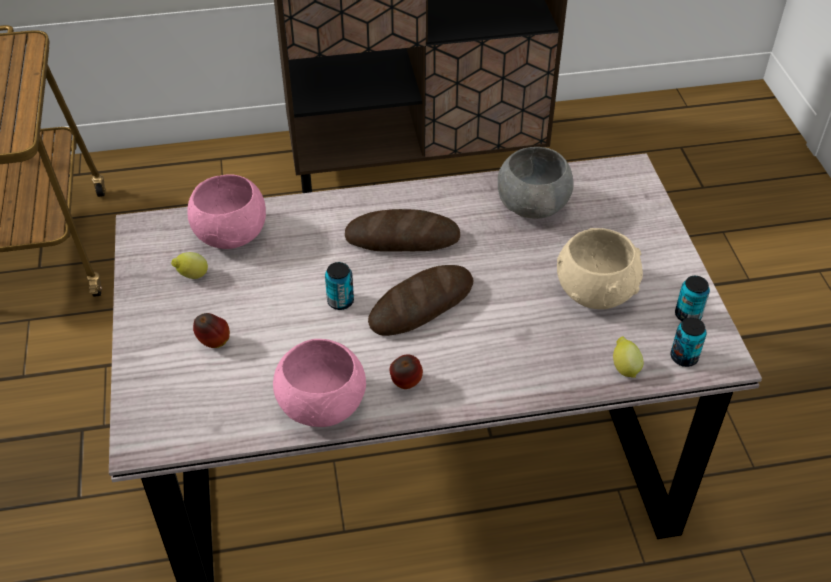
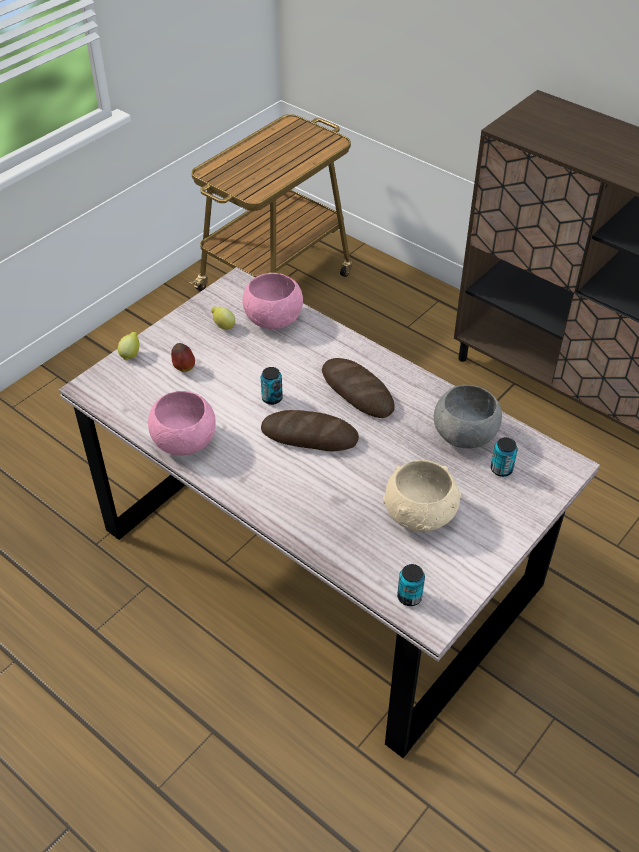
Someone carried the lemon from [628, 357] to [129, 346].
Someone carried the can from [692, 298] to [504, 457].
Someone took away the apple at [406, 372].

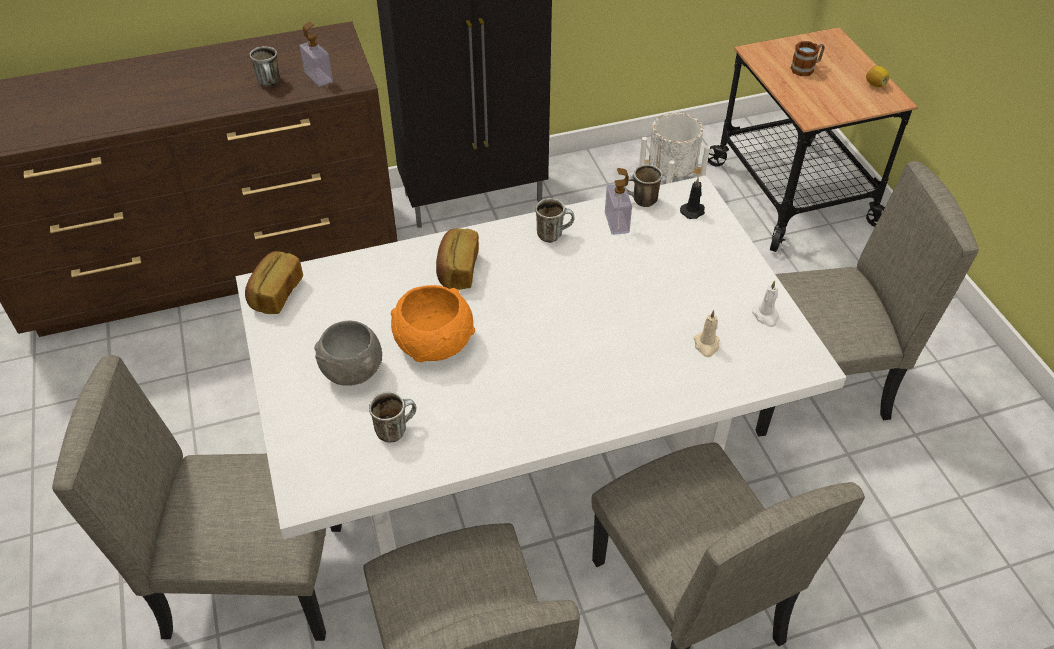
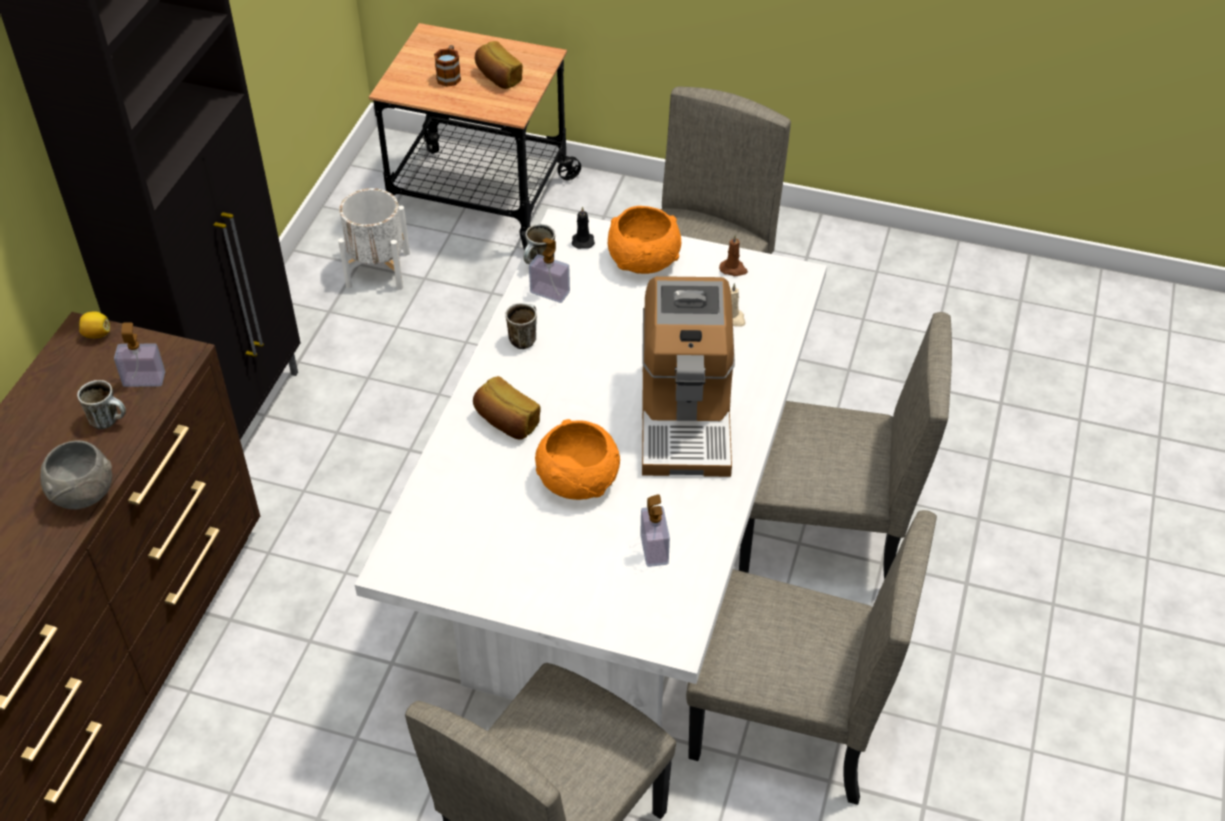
Someone carried the grey bowl from [348, 353] to [76, 474].
Someone carried the lemon from [877, 76] to [94, 324].
Someone carried the bread from [274, 282] to [499, 65].
Someone put down the orange bowl at [644, 240].
Someone swapped the mug at [392, 417] for the soap dispenser at [655, 530].
Someone put down the coffee machine at [688, 376].
Someone repainted the white candle at [765, 303], which became the brown candle at [733, 255].

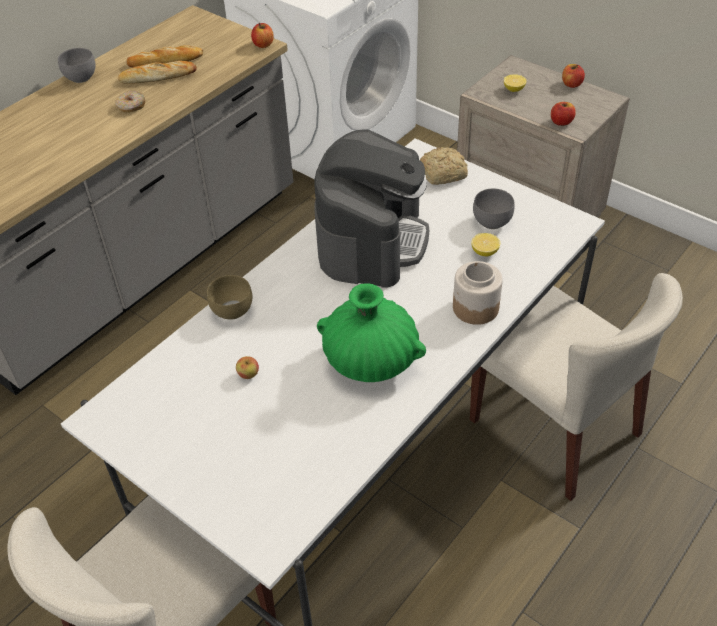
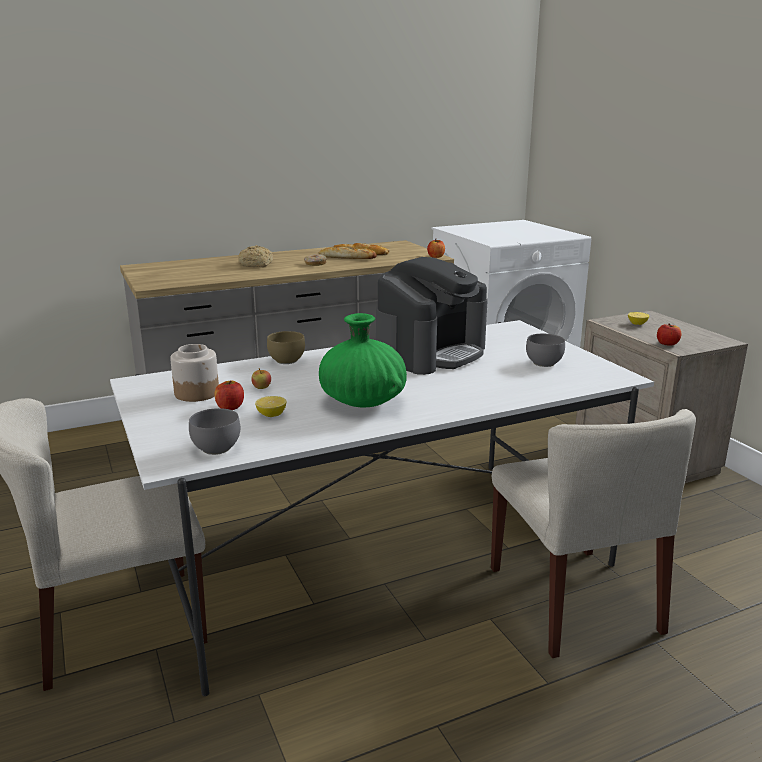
Someone carried the jar from [478, 293] to [194, 373].
Someone carried the grey bowl from [76, 65] to [214, 431].
Someone carried the apple from [573, 76] to [229, 395].
Someone carried the bread from [444, 166] to [255, 256].
Someone carried the lemon from [485, 244] to [270, 406].

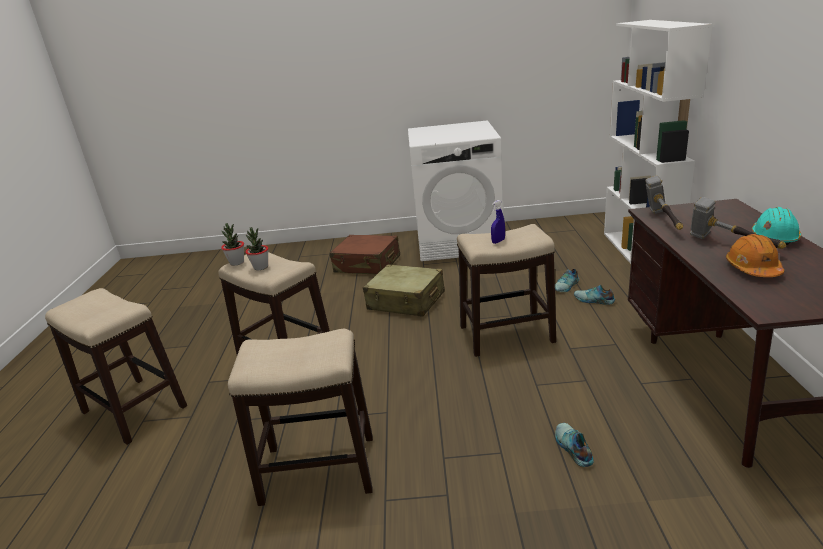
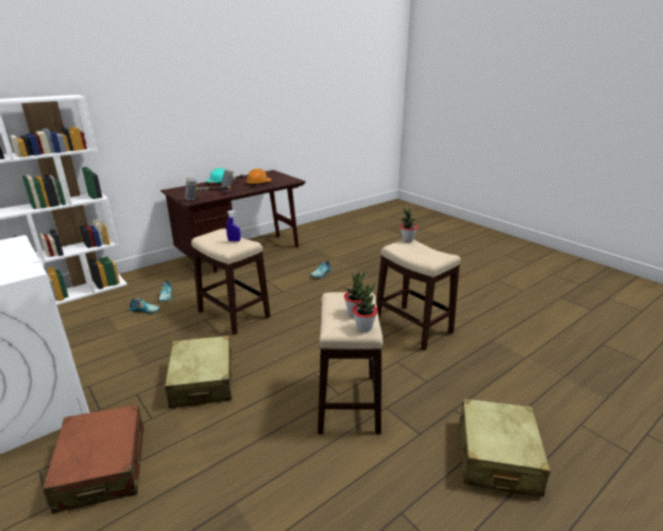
Someone put down the potted plant at [409, 224].
Someone swapped the stool at [116, 366] for the beige suitcase at [505, 447].

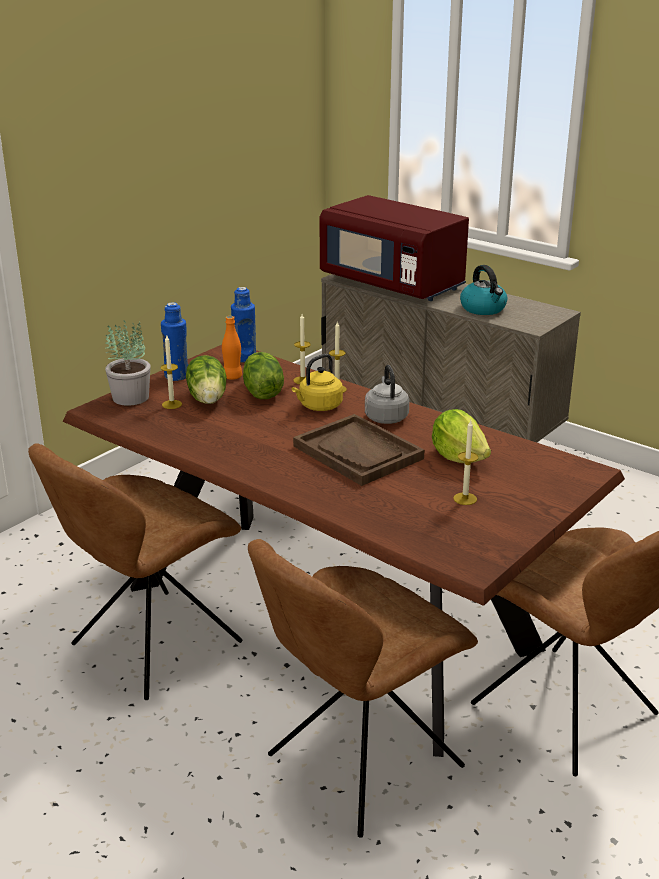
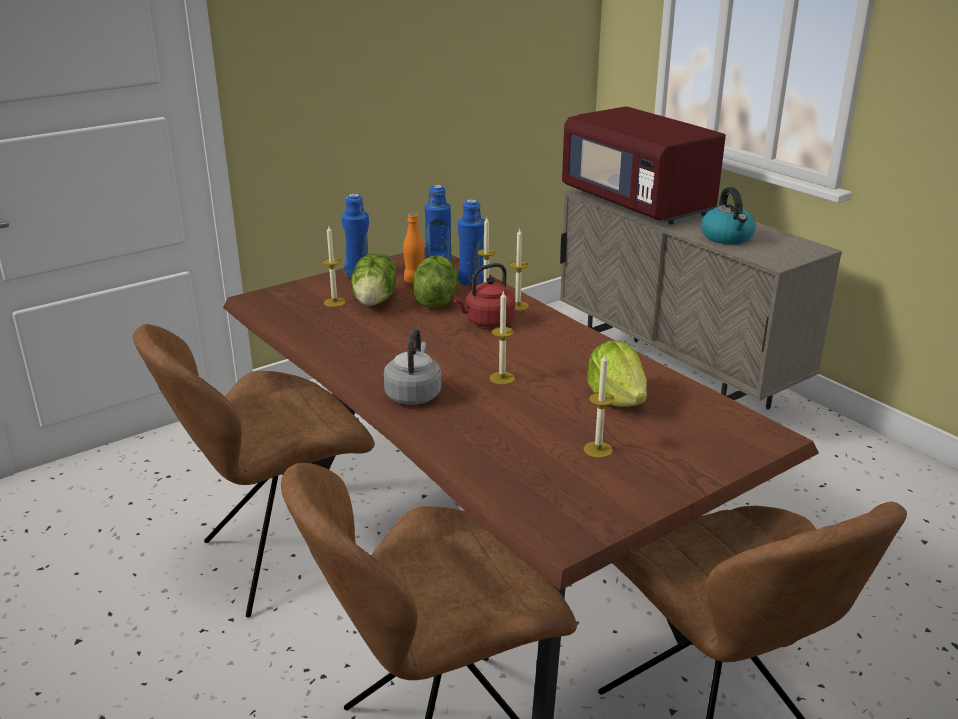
Someone carried the grey kettle from [387, 394] to [412, 367].
Someone repainted the yellow kettle at [317, 382], which became the red kettle at [484, 295].
Someone put down the blue bottle at [471, 242].
Someone swapped the brown tray at [358, 450] for the candle at [502, 337].
Someone took away the potted plant at [128, 363].

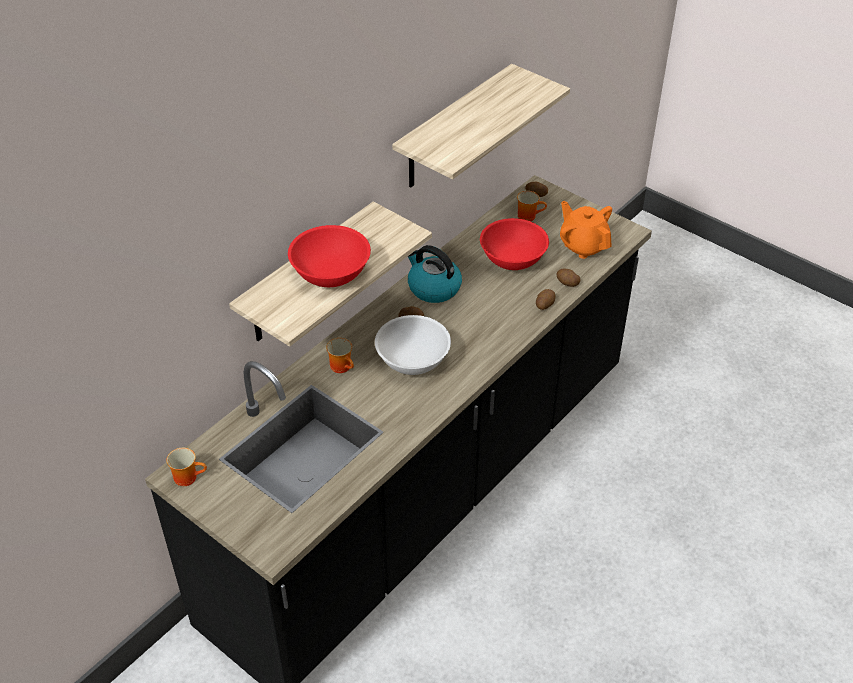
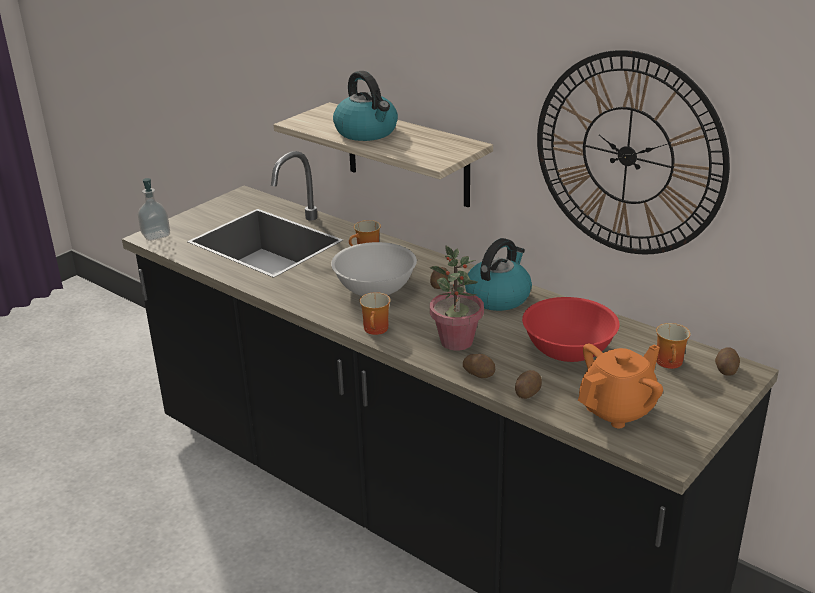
Someone put down the soap dispenser at [154, 209].
Someone swapped the red bowl at [329, 256] for the kettle at [365, 106].
Someone carried the mug from [186, 467] to [375, 313].
Someone put down the potted plant at [457, 298].
Someone swapped the shelf at [481, 125] for the wall clock at [633, 152].

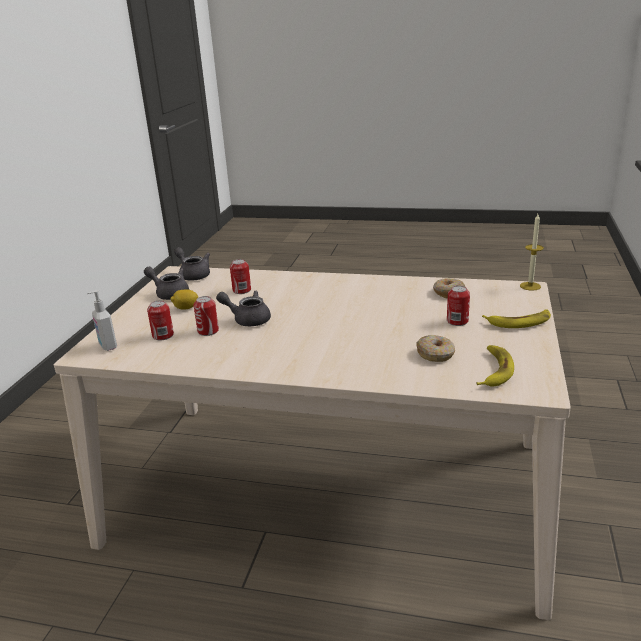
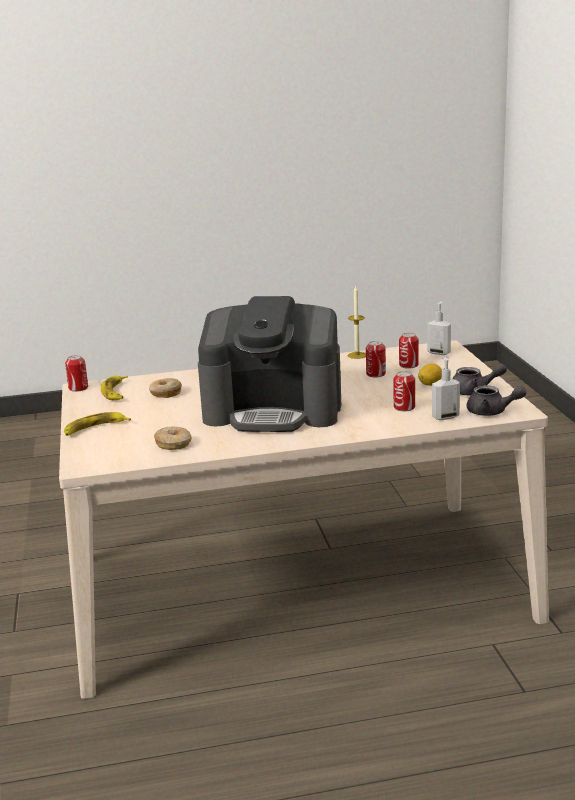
Someone carried the can from [458, 306] to [76, 373].
Someone put down the coffee machine at [269, 364].
Someone carried the candle from [532, 252] to [357, 322].
Someone put down the soap dispenser at [446, 388].
Someone took away the grey teapot at [243, 308].

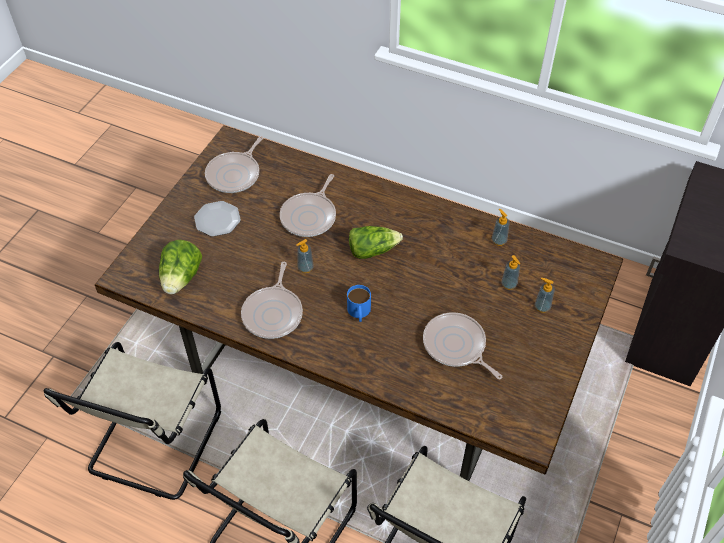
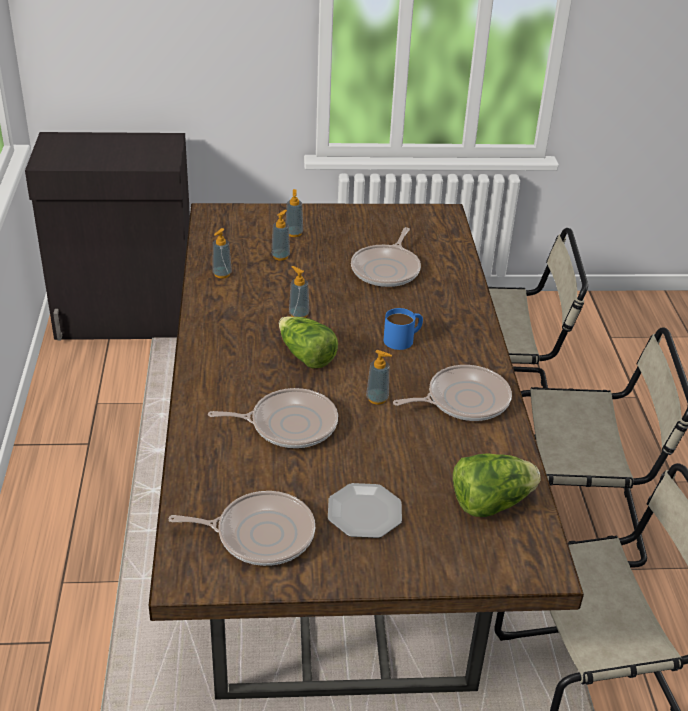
Someone put down the soap dispenser at [299, 292].

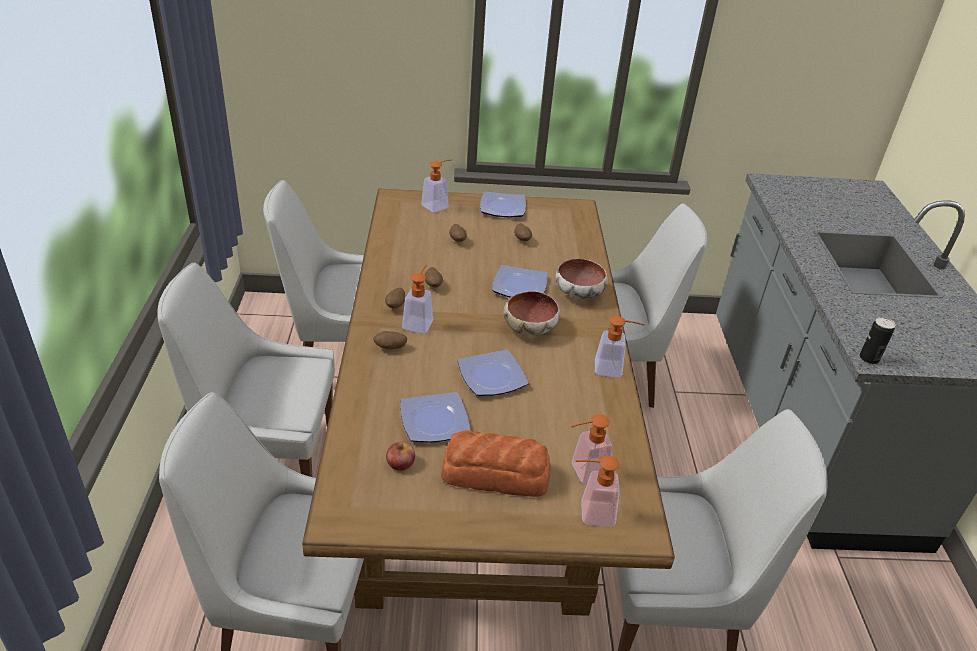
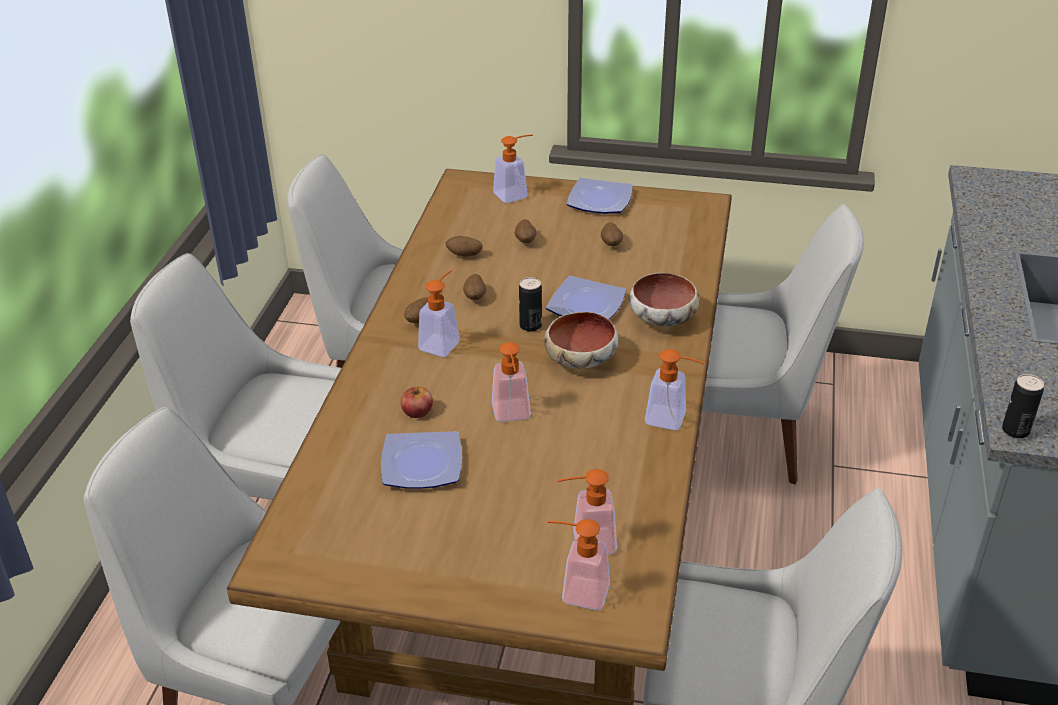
Someone carried the apple from [400, 456] to [417, 402].
Someone carried the potato from [390, 340] to [464, 246].
Someone swapped the plate at [493, 373] for the soap dispenser at [511, 382].
Someone put down the can at [530, 304].
Someone took away the bread at [496, 463].

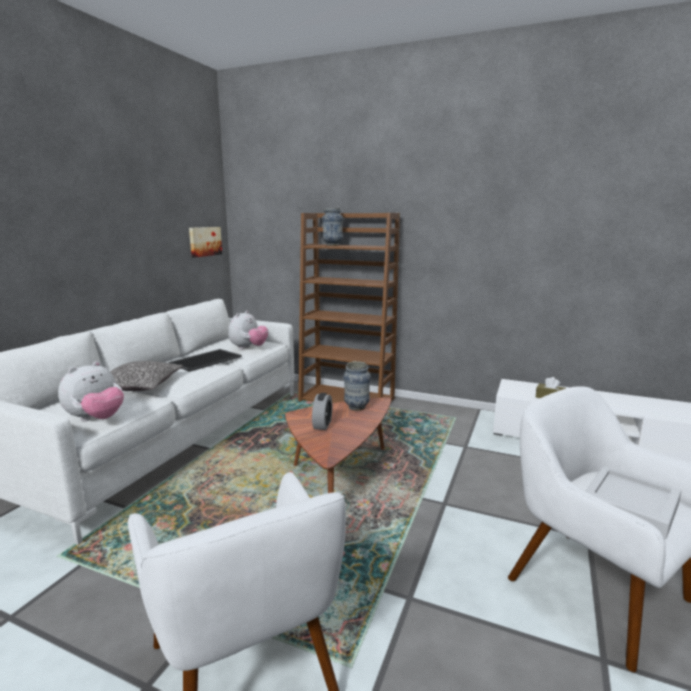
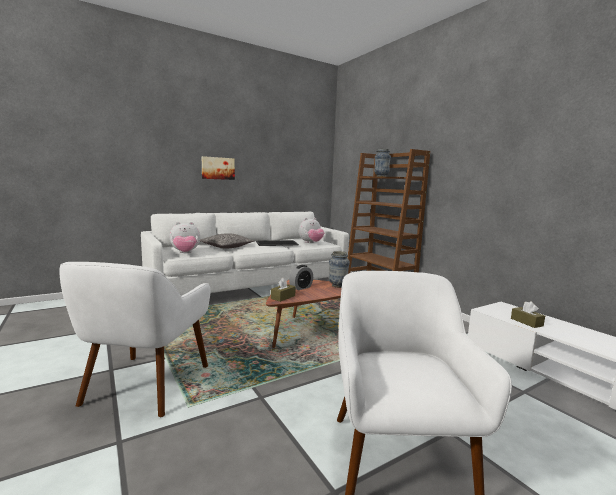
Someone carried the picture from [205, 242] to [218, 168].
Someone put down the brown tissue box at [283, 290].
Someone took away the grey tray at [633, 502].

